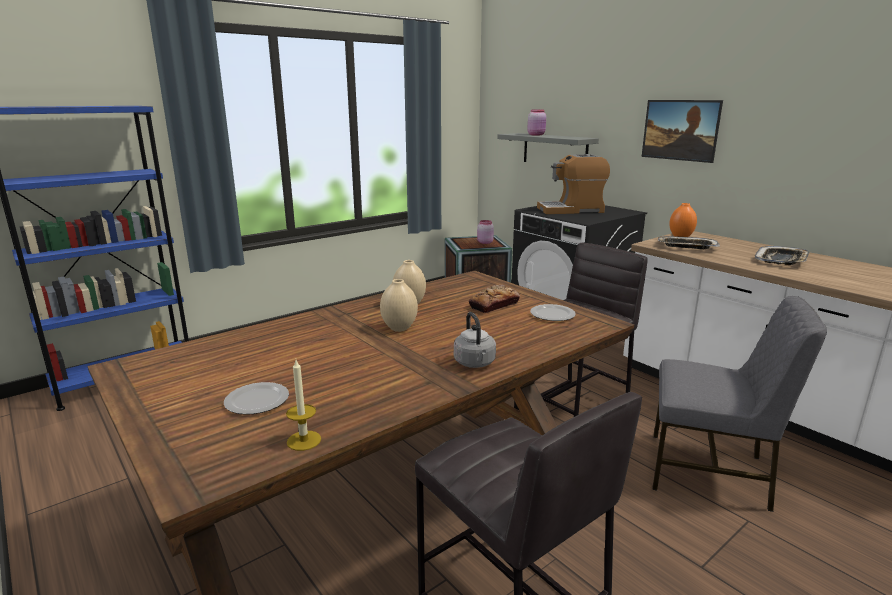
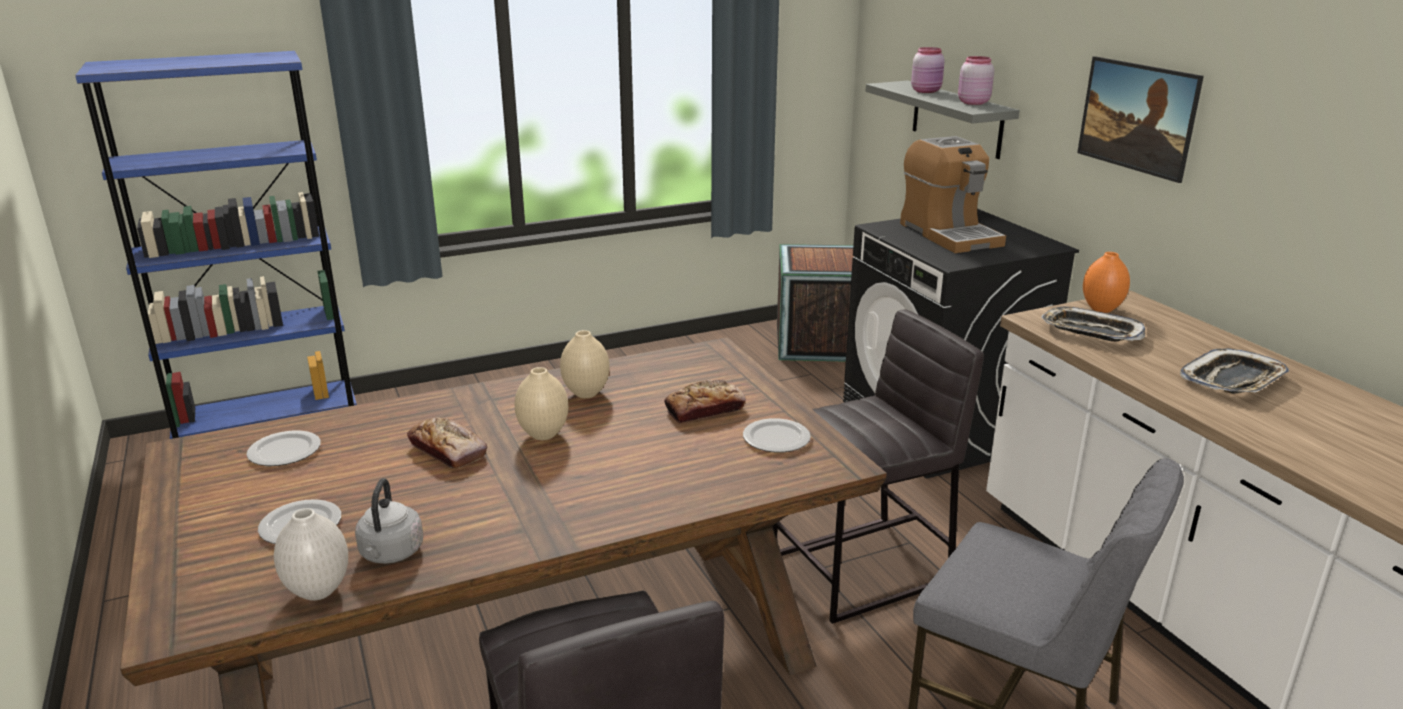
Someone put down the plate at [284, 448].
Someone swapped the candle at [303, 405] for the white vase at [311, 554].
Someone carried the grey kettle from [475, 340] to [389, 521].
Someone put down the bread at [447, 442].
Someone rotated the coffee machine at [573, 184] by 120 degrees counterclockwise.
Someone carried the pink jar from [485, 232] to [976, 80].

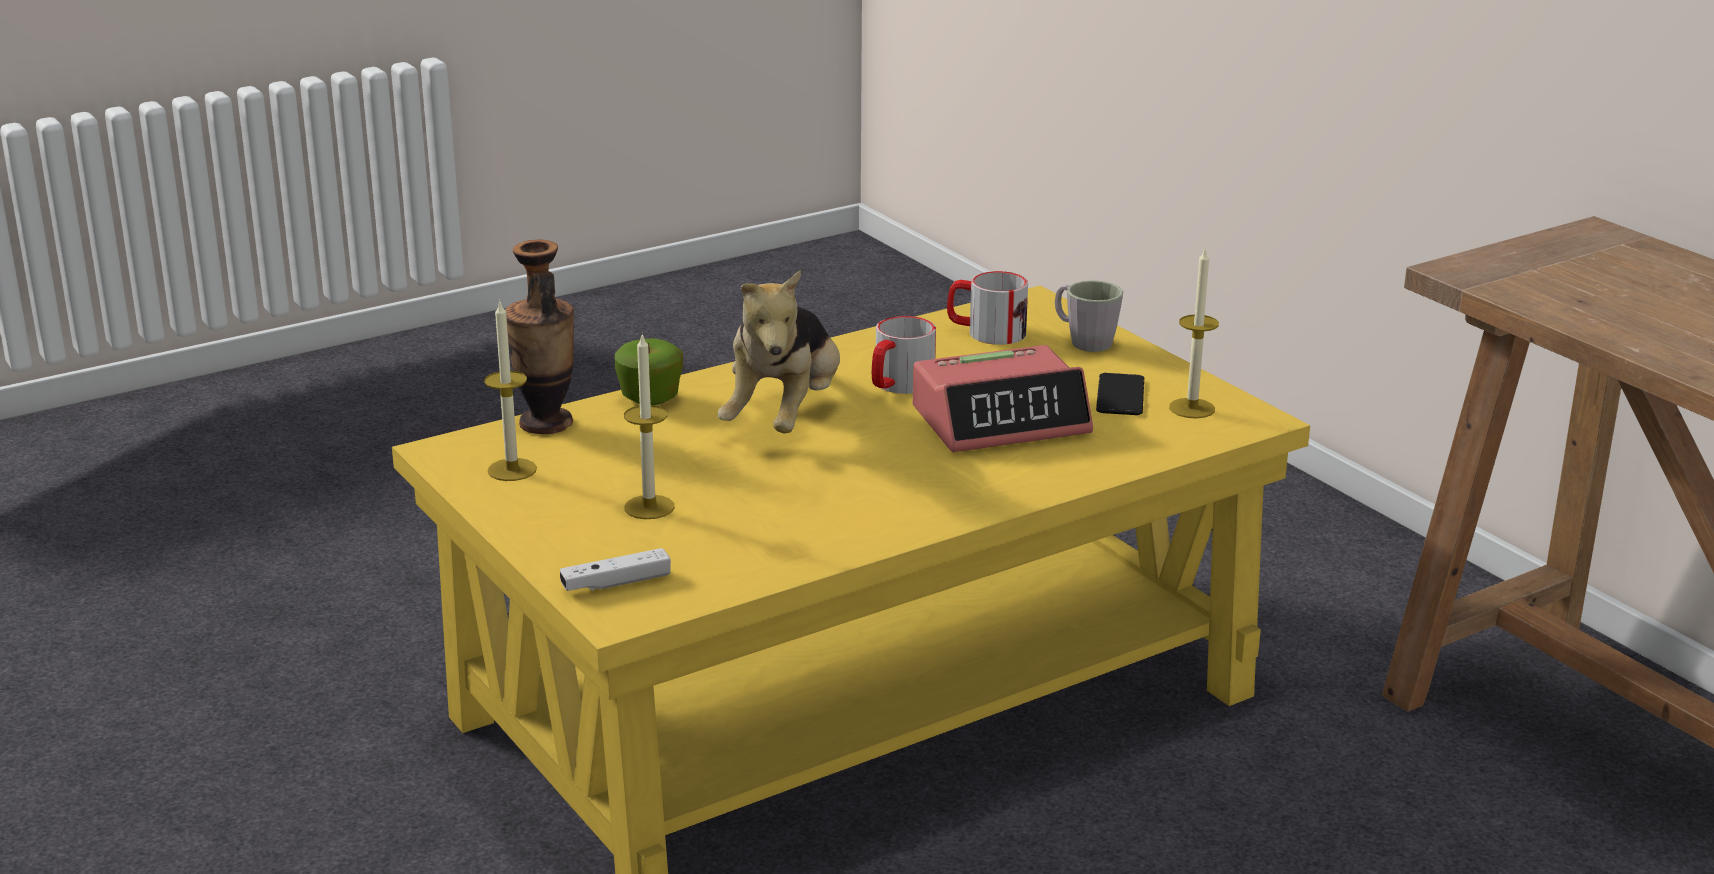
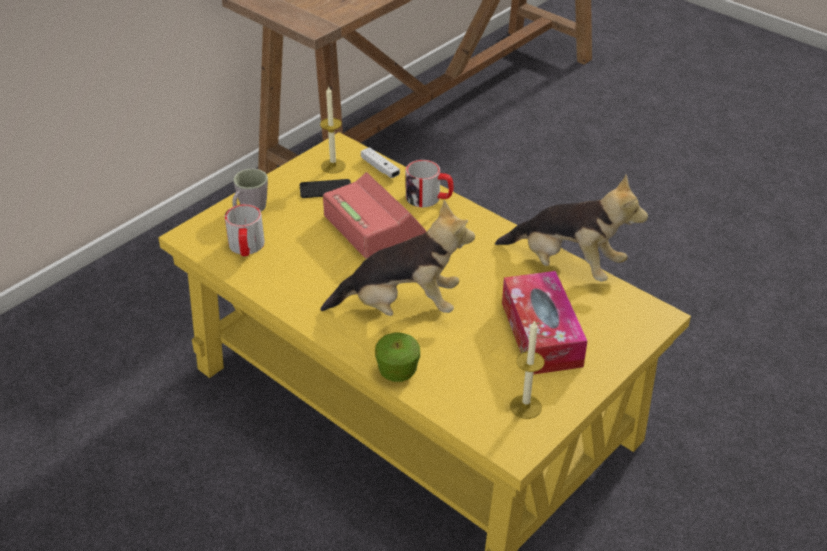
Someone carried the white game controller from [615, 569] to [380, 162].
Someone carried the mug from [904, 355] to [429, 183].
Someone put down the plush toy at [571, 228].
Someone swapped the candle at [649, 426] for the tissue box at [544, 323].
Someone took away the vase at [539, 337].

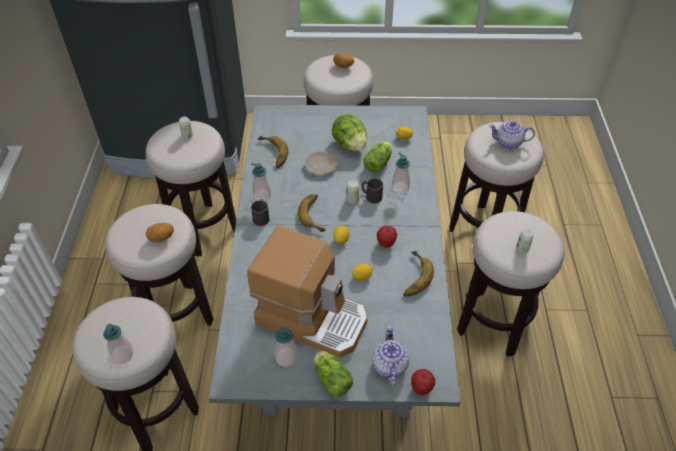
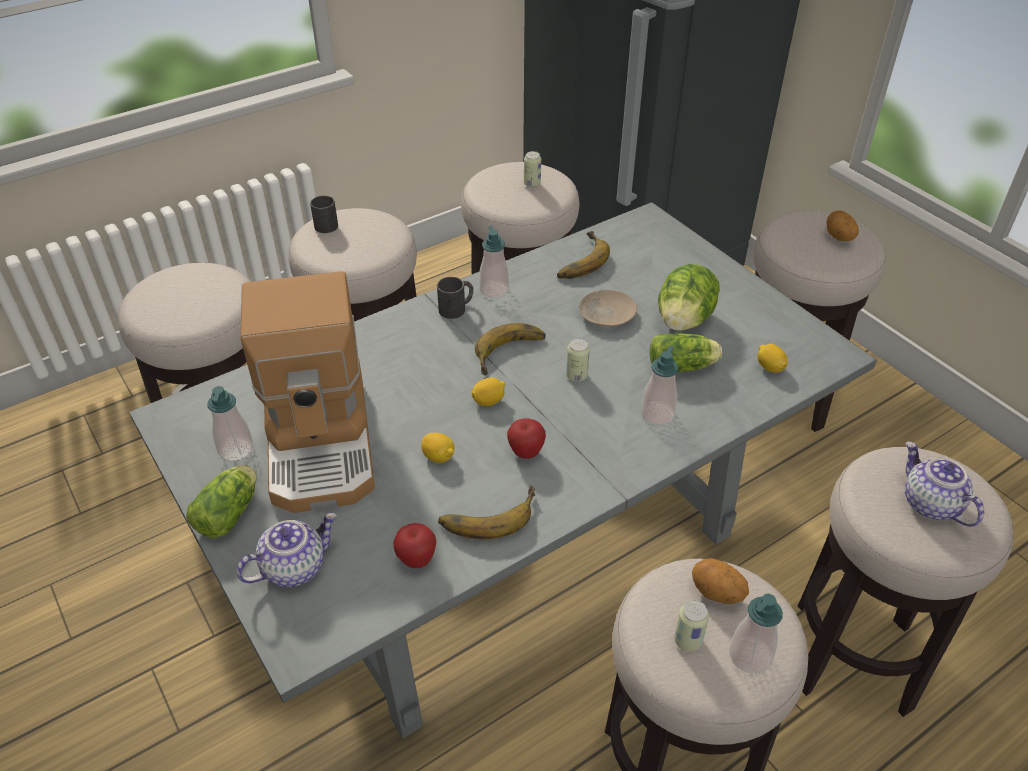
Someone carried the black mug from [372, 190] to [324, 214].
Someone carried the apple from [423, 382] to [414, 546].
Someone carried the potato from [160, 232] to [720, 581].
Someone carried the soap dispenser from [118, 344] to [756, 634].

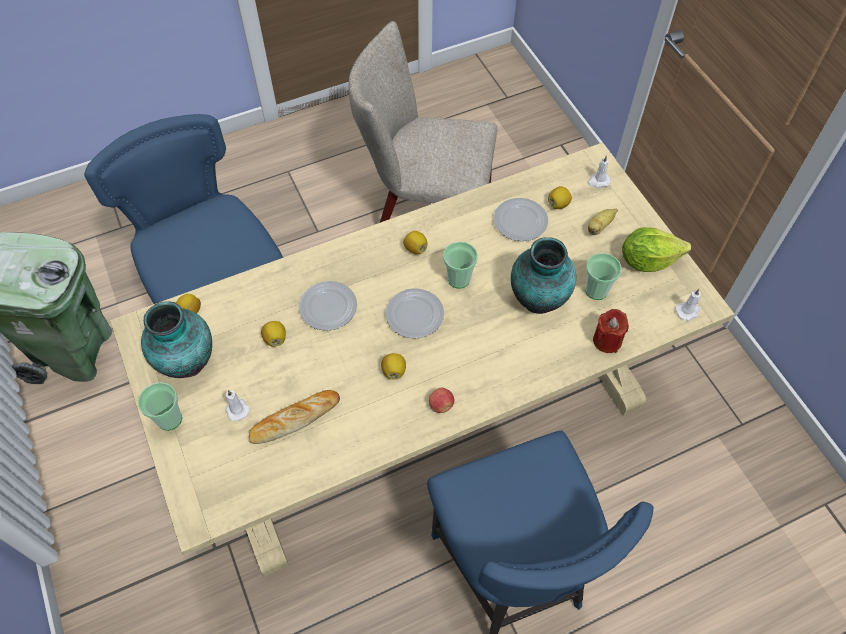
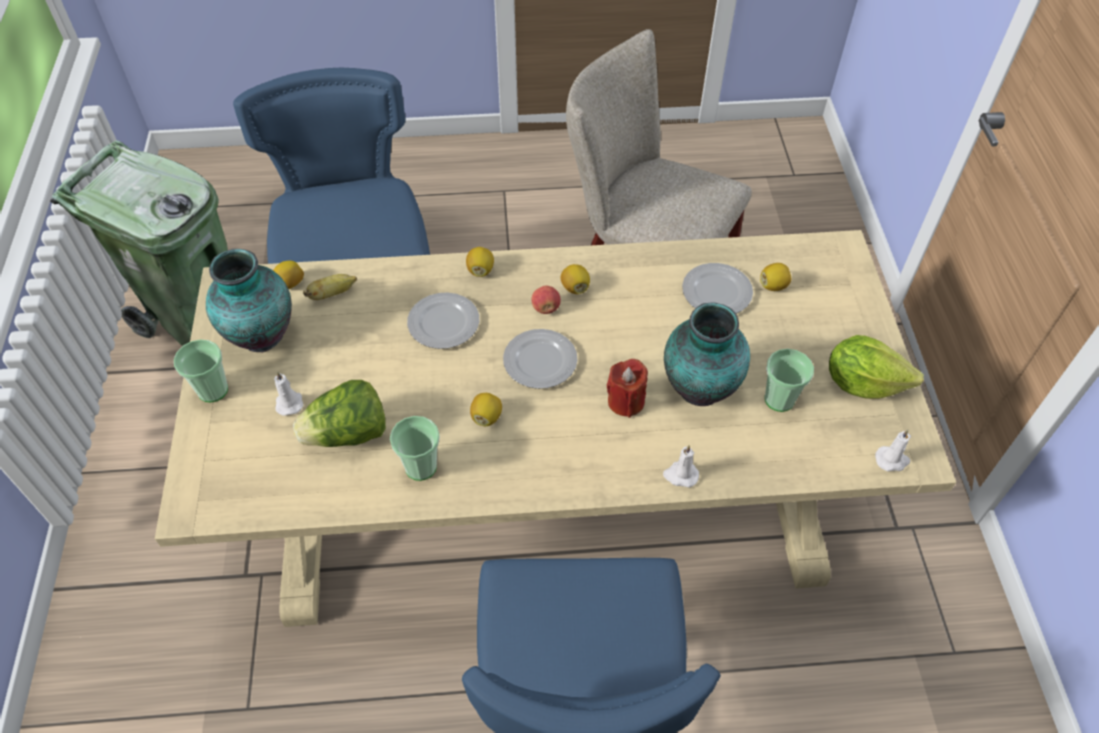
Someone swapped the bread at [294, 417] for the lettuce at [339, 413].
Someone carried the banana from [603, 222] to [330, 287].
Someone carried the cup from [460, 265] to [415, 448].
Someone carried the lemon from [273, 334] to [480, 262].
Someone carried the apple from [441, 400] to [546, 300].
Someone carried the red candle from [611, 331] to [627, 388].
Someone carried the white candle from [598, 171] to [681, 466].

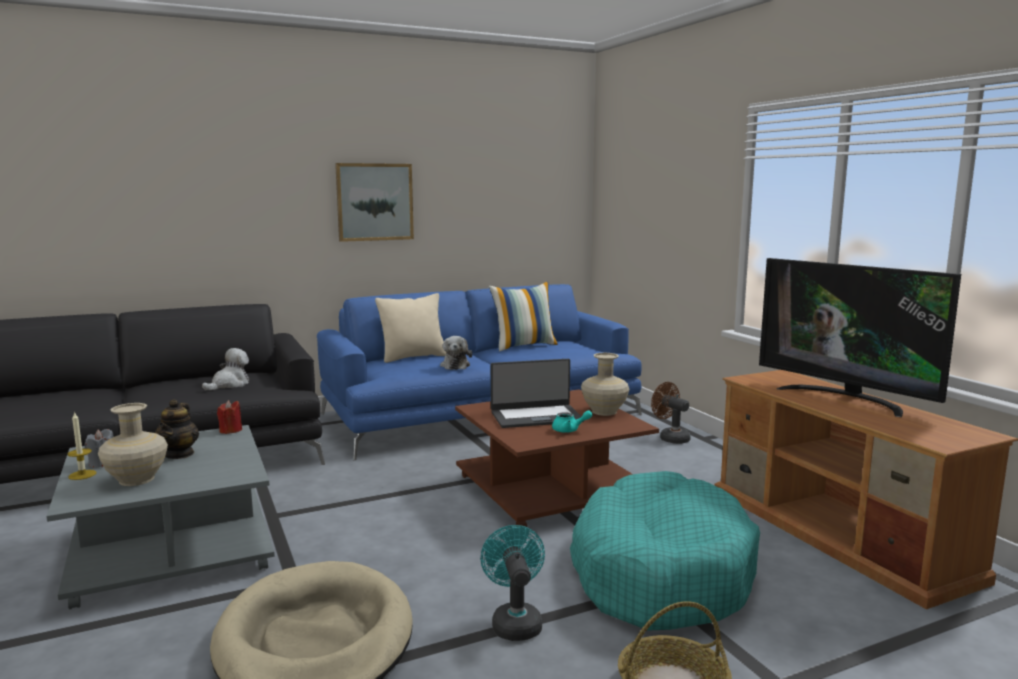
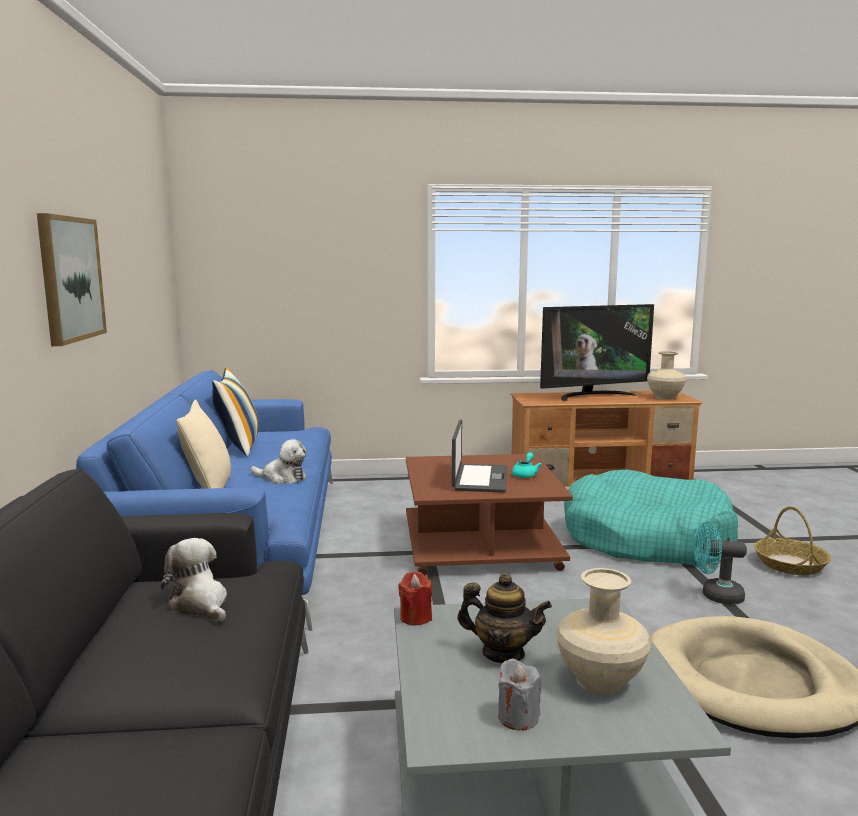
Someone carried the beige vase from [605, 384] to [666, 375].
Someone took away the candle at [82, 445].
Someone took away the brown fan at [671, 413].

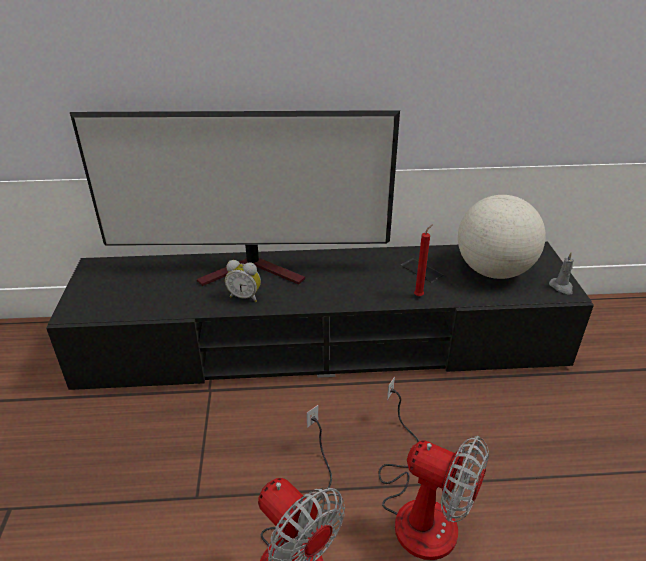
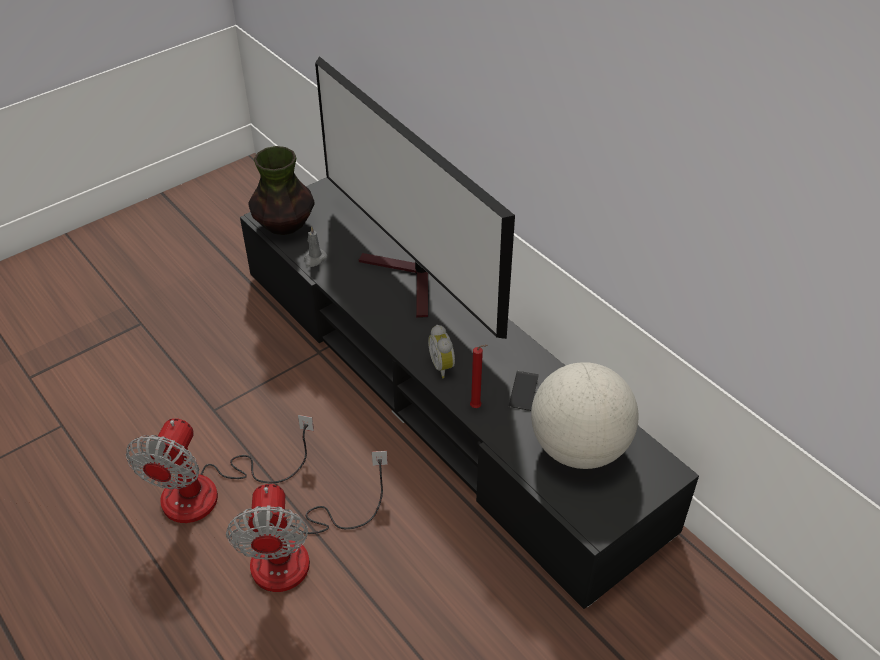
Someone put down the vase at [281, 190].
Someone carried the grey candle from [561, 273] to [315, 246].
Someone carried the alarm clock from [243, 281] to [441, 351].

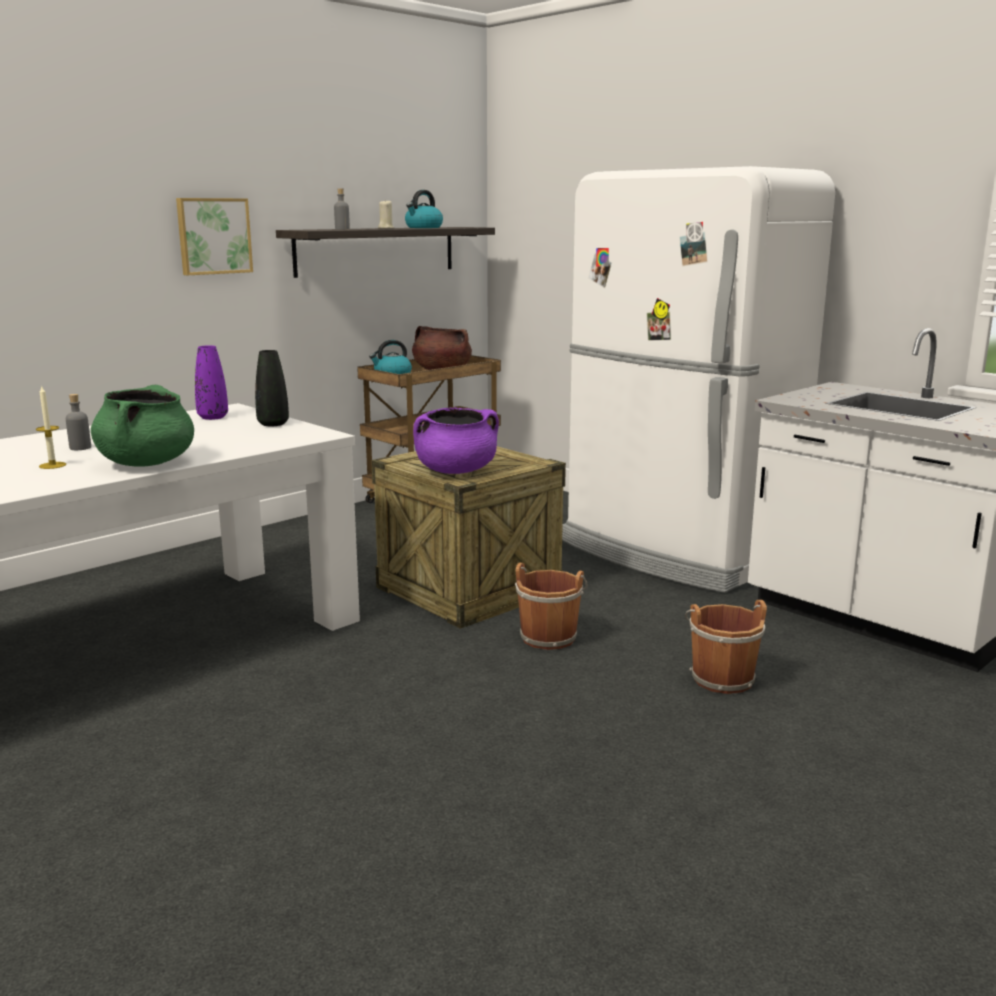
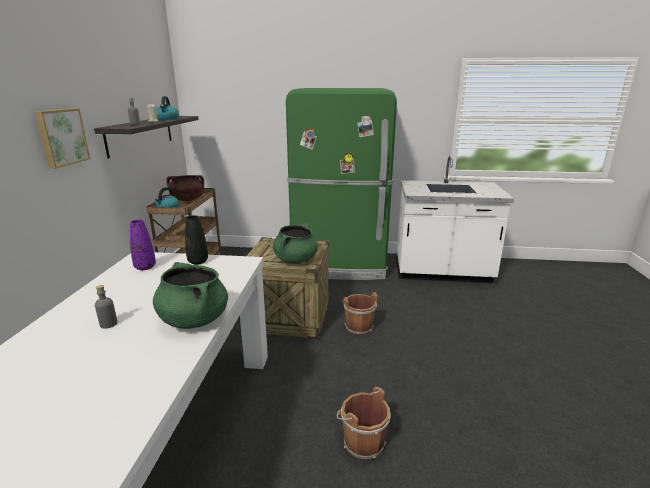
Someone repainted the purple cooking pot at [456, 440], which became the green cooking pot at [295, 243].
Someone repainted the white fridge at [698, 379], which became the green fridge at [341, 184].
Someone carried the brown bucket from [726, 647] to [364, 423].
Someone took away the candle at [51, 427].

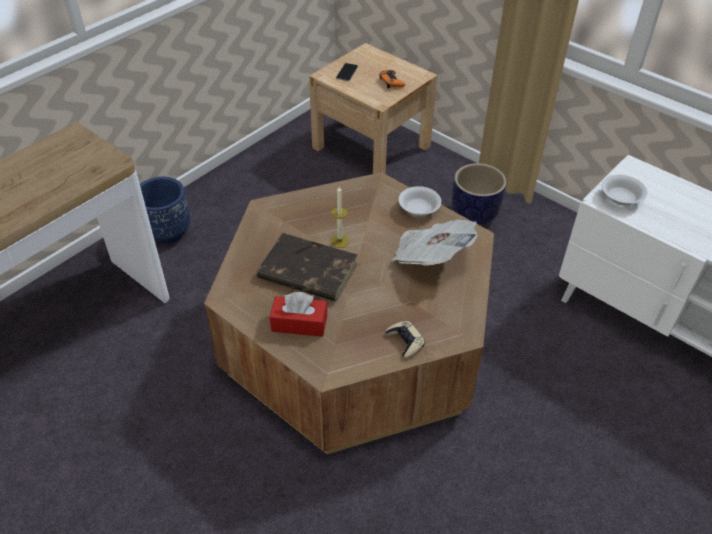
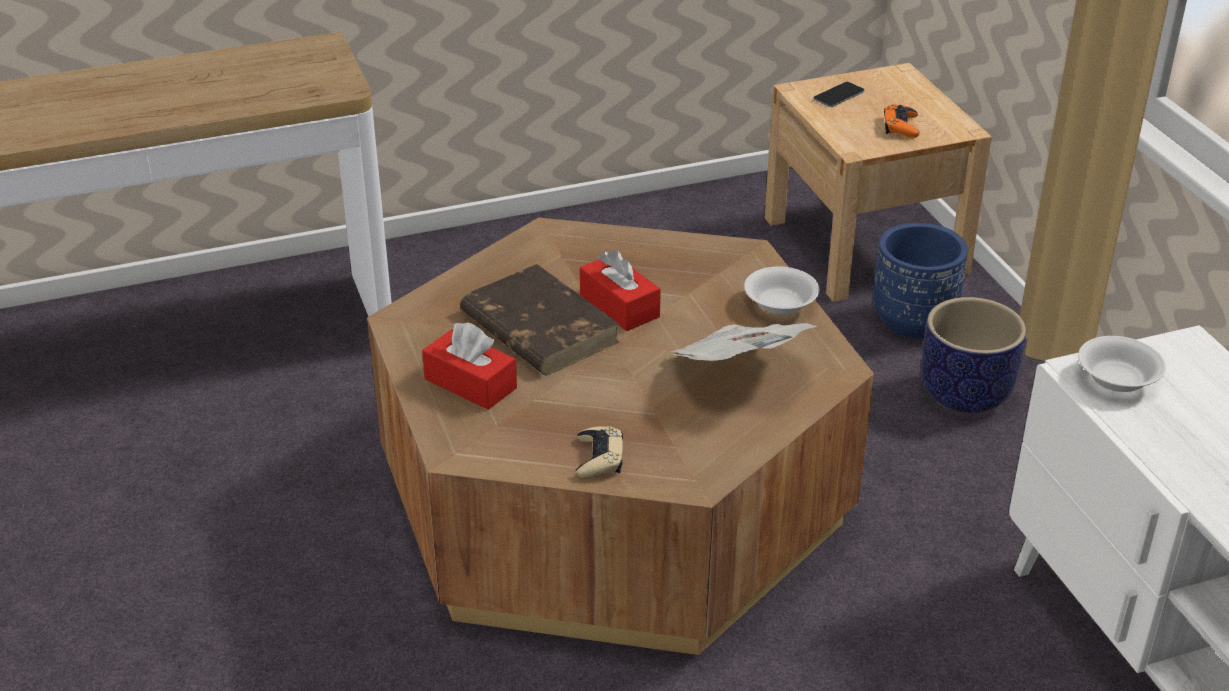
Someone swapped the candle at [340, 217] for the red tissue box at [620, 290].
Someone carried the blue planter from [165, 210] to [920, 280].

